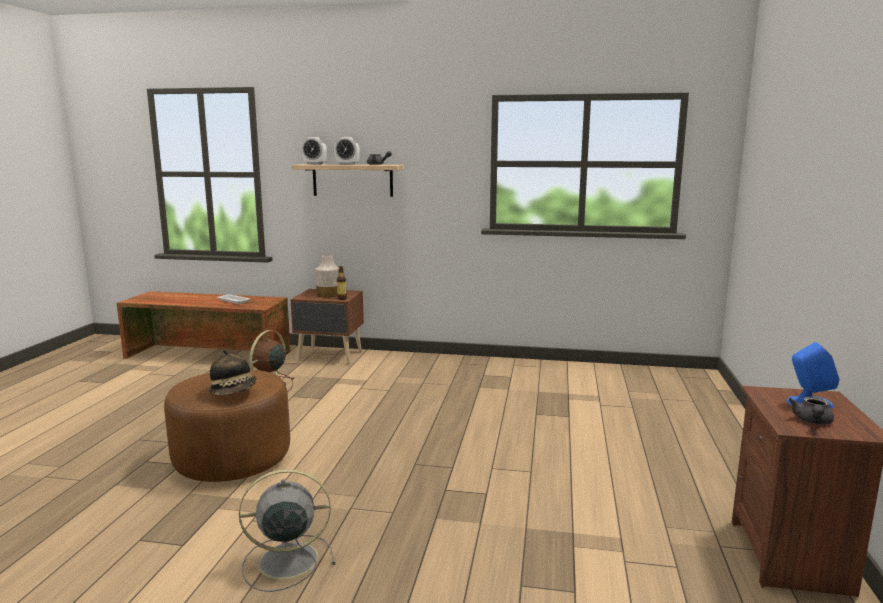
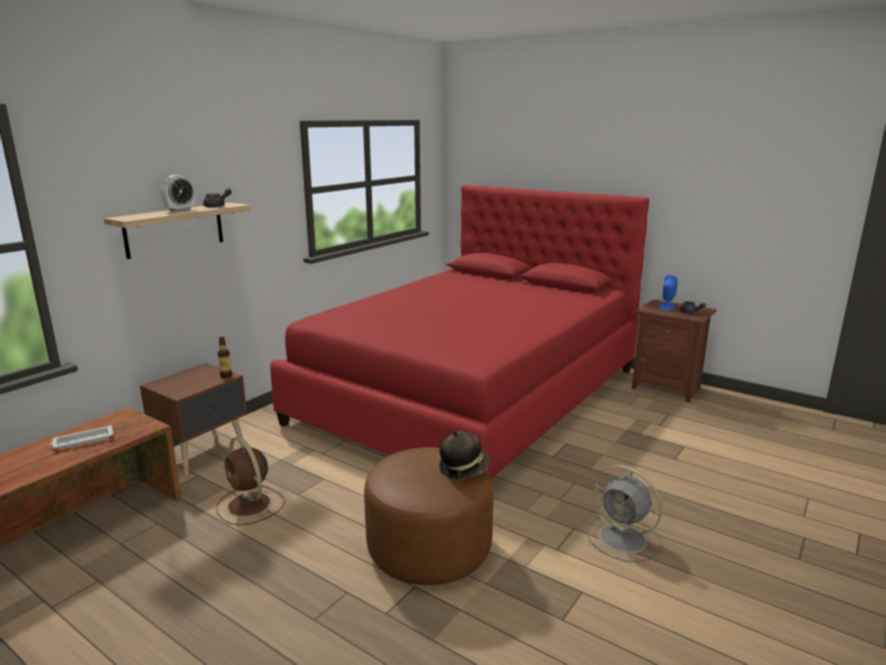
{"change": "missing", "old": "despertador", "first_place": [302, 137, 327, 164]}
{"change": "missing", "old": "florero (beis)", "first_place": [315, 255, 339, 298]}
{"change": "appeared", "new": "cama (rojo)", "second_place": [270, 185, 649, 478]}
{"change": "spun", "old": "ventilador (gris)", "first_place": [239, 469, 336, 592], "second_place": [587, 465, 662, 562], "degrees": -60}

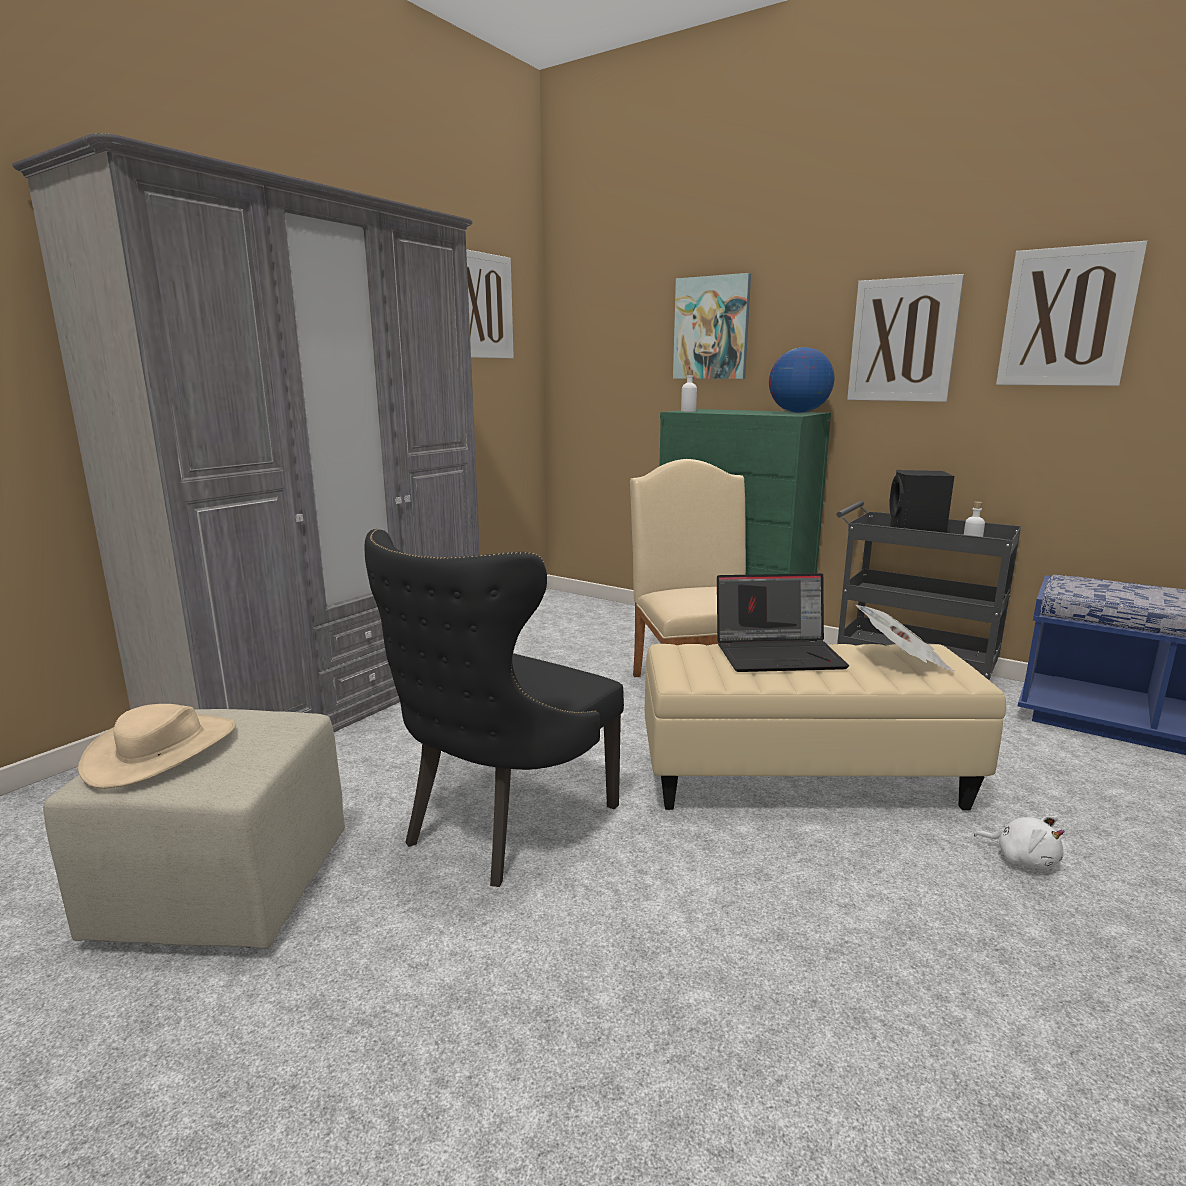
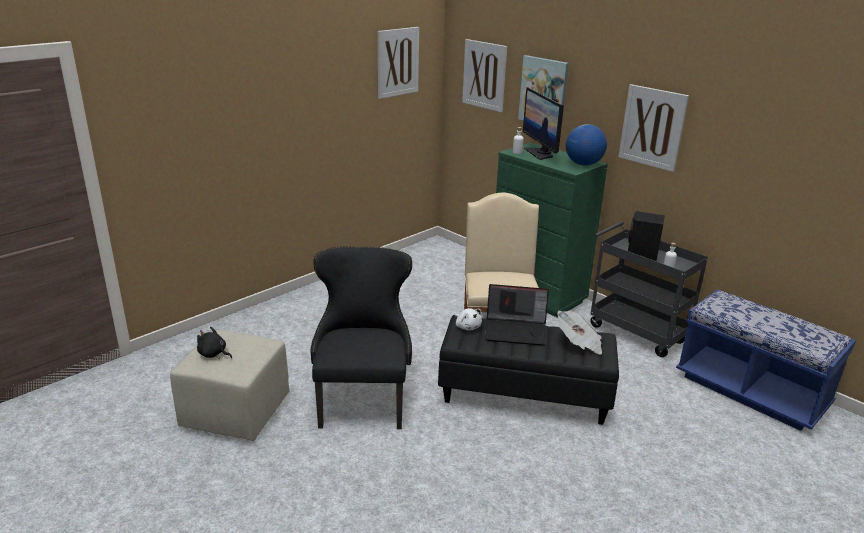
{"change": "missing", "old": "armario ropero (gris)", "first_place": [12, 133, 480, 732]}
{"change": "appeared", "new": "monitor", "second_place": [523, 87, 564, 160]}
{"change": "relocated", "old": "peluche (blanco)", "first_place": [974, 816, 1065, 869], "second_place": [455, 308, 482, 330]}
{"change": "relocated", "old": "cuadro", "first_place": [996, 241, 1147, 386], "second_place": [462, 39, 507, 112]}
{"change": "exchanged", "old": "sombrero (beis)", "new": "peluche (negro)", "first_place": [78, 704, 236, 789], "second_place": [197, 327, 232, 359]}
{"change": "colour", "old": "puf (beis)", "new": "puf (negro)", "first_place": [645, 644, 1006, 811], "second_place": [438, 315, 619, 425]}
{"change": "spun", "old": "silla (negro)", "first_place": [365, 529, 624, 887], "second_place": [311, 246, 412, 429], "degrees": 135}

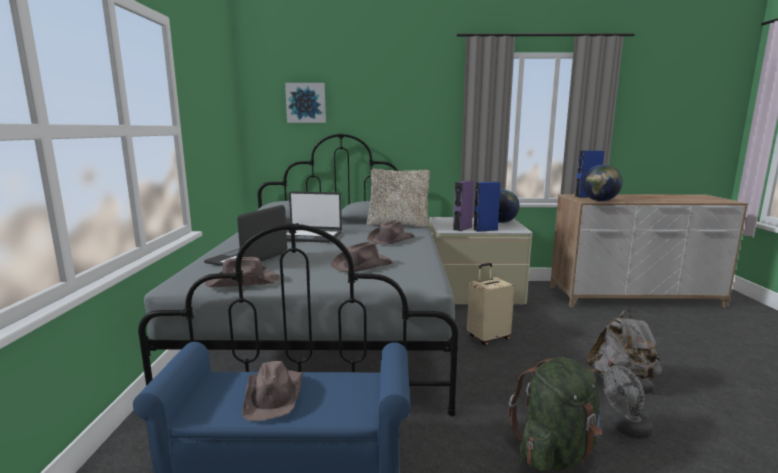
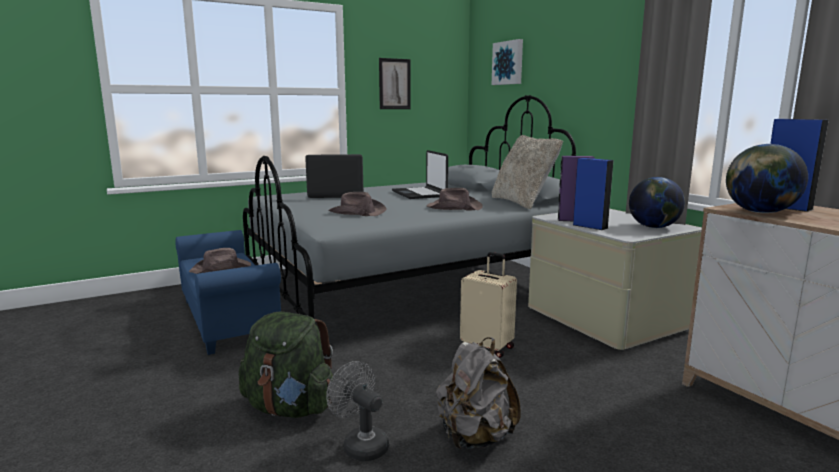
{"change": "missing", "old": "sombrero (marrón)", "first_place": [205, 257, 279, 287]}
{"change": "appeared", "new": "cuadro", "second_place": [379, 58, 411, 109]}

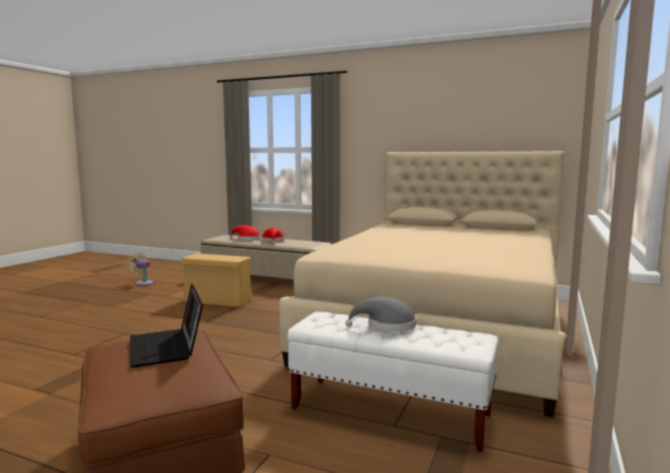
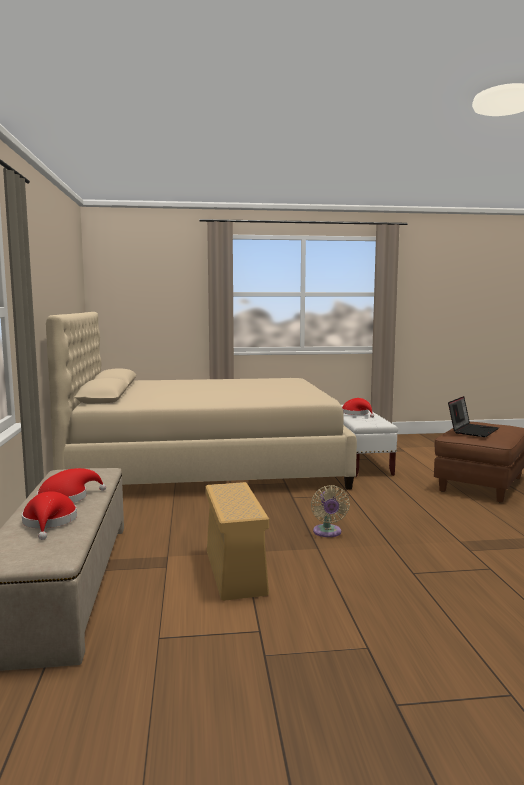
{"change": "relocated", "old": "ventilador (beis)", "first_place": [127, 252, 153, 286], "second_place": [311, 485, 350, 537]}
{"change": "colour", "old": "sombrero (gris)", "new": "sombrero (rojo)", "first_place": [345, 297, 417, 332], "second_place": [342, 398, 374, 418]}

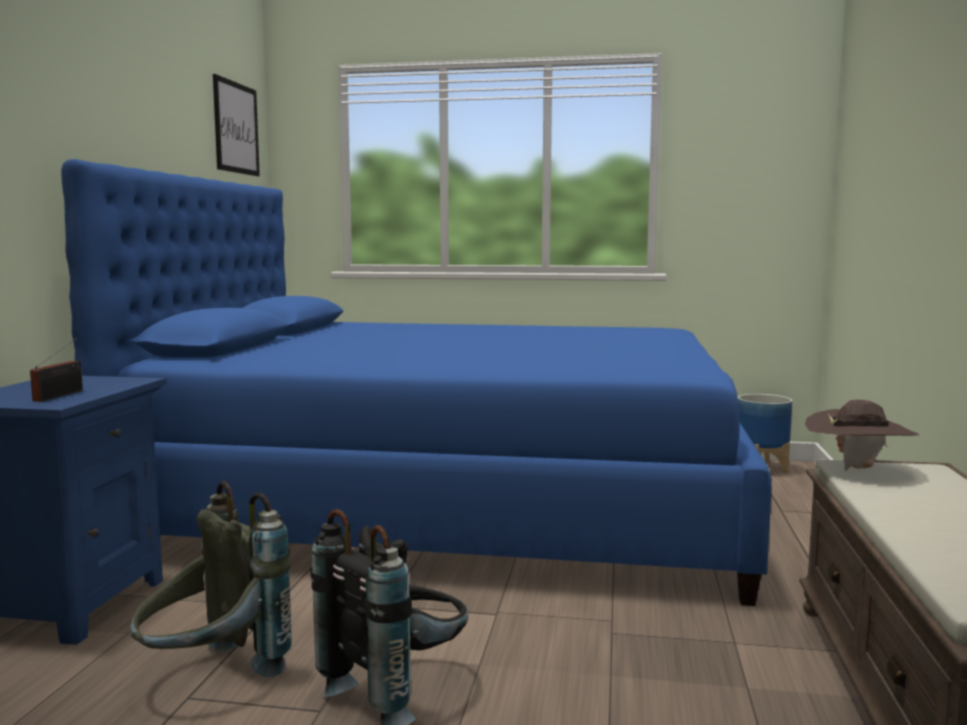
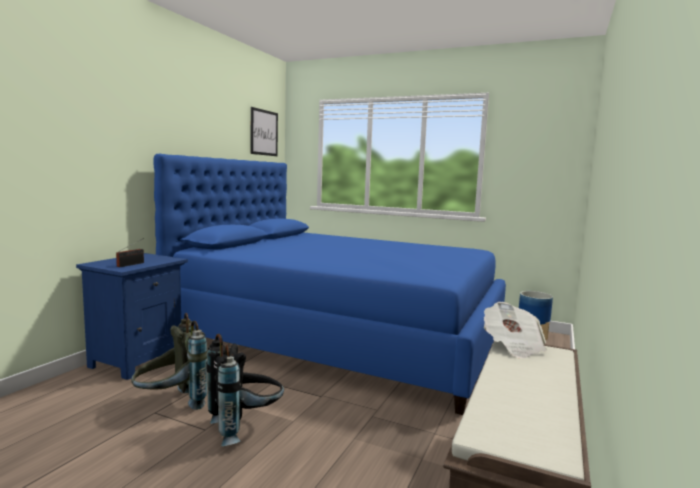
{"change": "exchanged", "old": "sombrero (marrón)", "new": "periódico", "first_place": [805, 400, 919, 471], "second_place": [484, 302, 547, 359]}

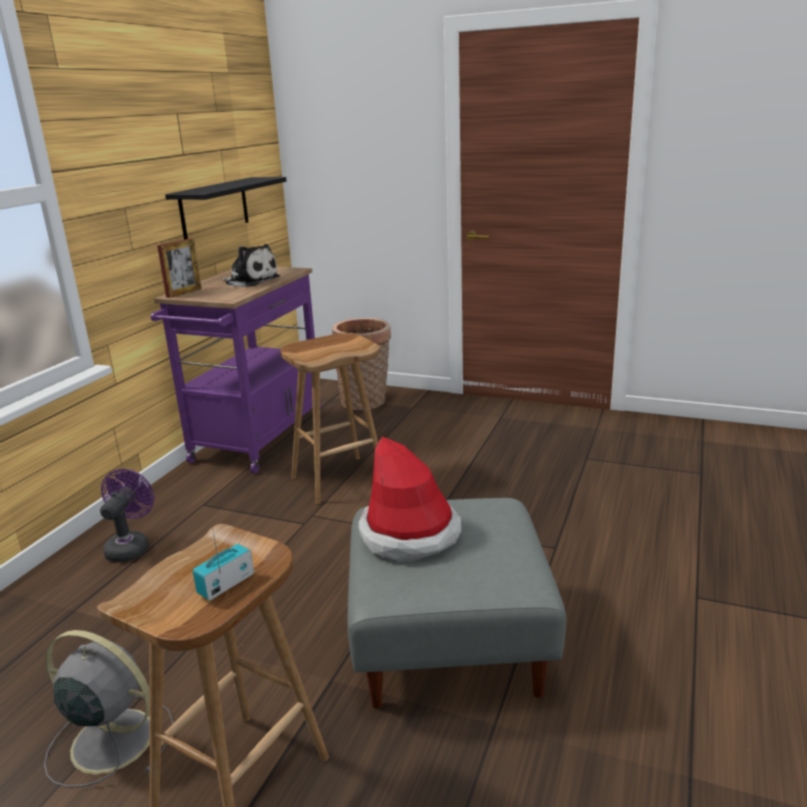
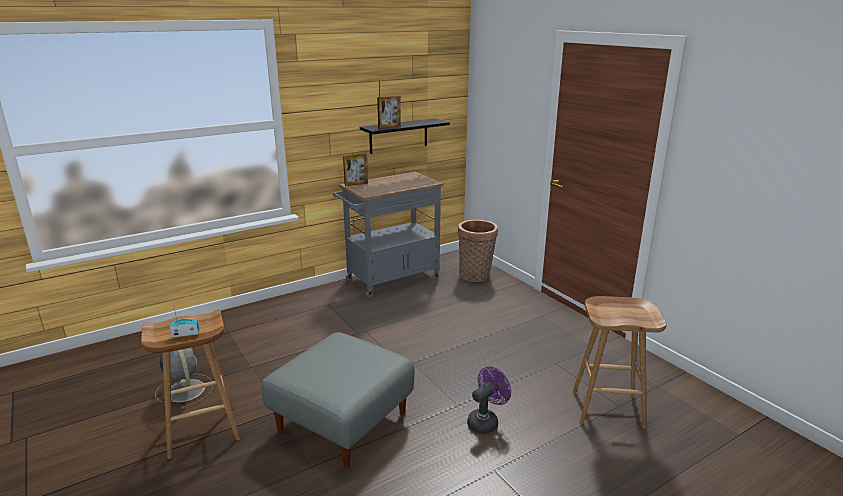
{"change": "missing", "old": "peluche", "first_place": [221, 244, 280, 287]}
{"change": "missing", "old": "sombrero", "first_place": [358, 436, 461, 562]}
{"change": "appeared", "new": "portarretratos", "second_place": [377, 96, 401, 129]}
{"change": "relocated", "old": "ventilador (morado)", "first_place": [100, 469, 154, 562], "second_place": [467, 366, 511, 434]}
{"change": "relocated", "old": "taburete (marrón)", "first_place": [280, 333, 380, 504], "second_place": [572, 296, 667, 429]}
{"change": "colour", "old": "carrito (morado)", "new": "carrito (gris)", "first_place": [151, 267, 321, 473], "second_place": [333, 172, 444, 298]}

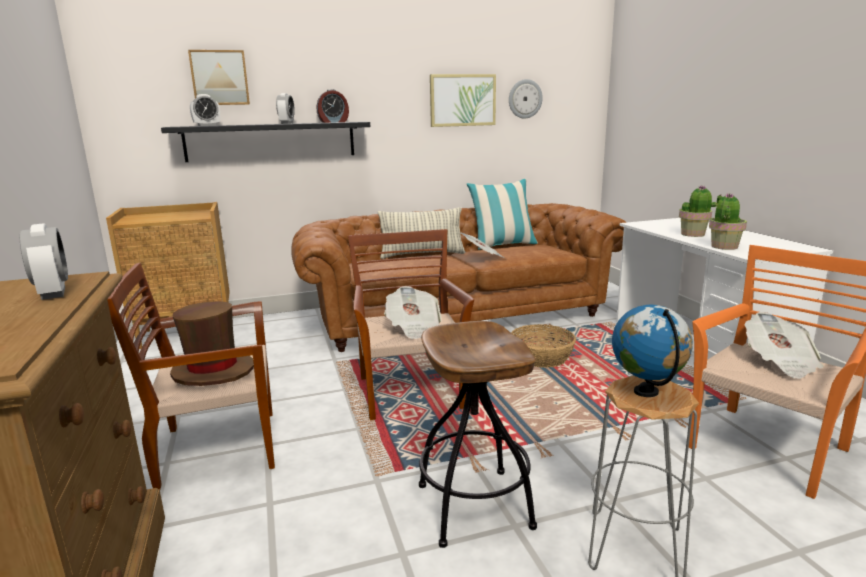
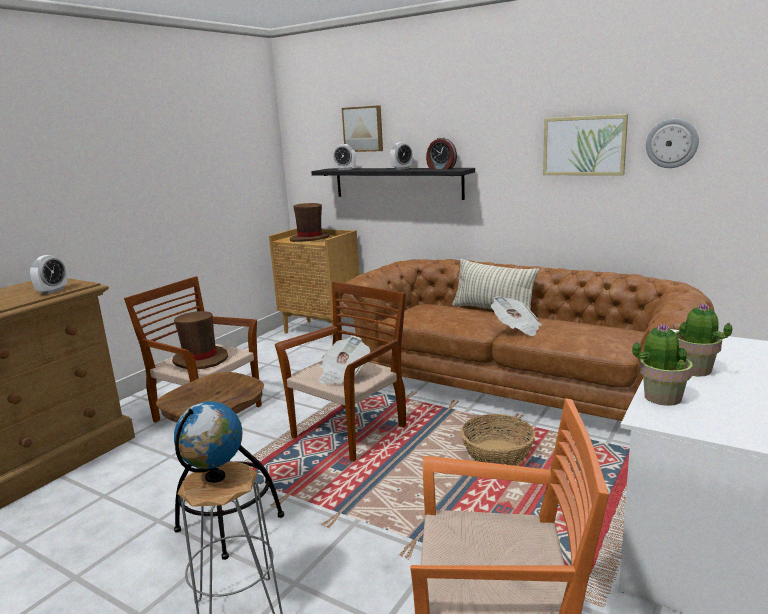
{"change": "missing", "old": "cojín", "first_place": [467, 179, 538, 250]}
{"change": "missing", "old": "periódico", "first_place": [745, 312, 824, 379]}
{"change": "appeared", "new": "sombrero (marrón)", "second_place": [290, 203, 329, 242]}

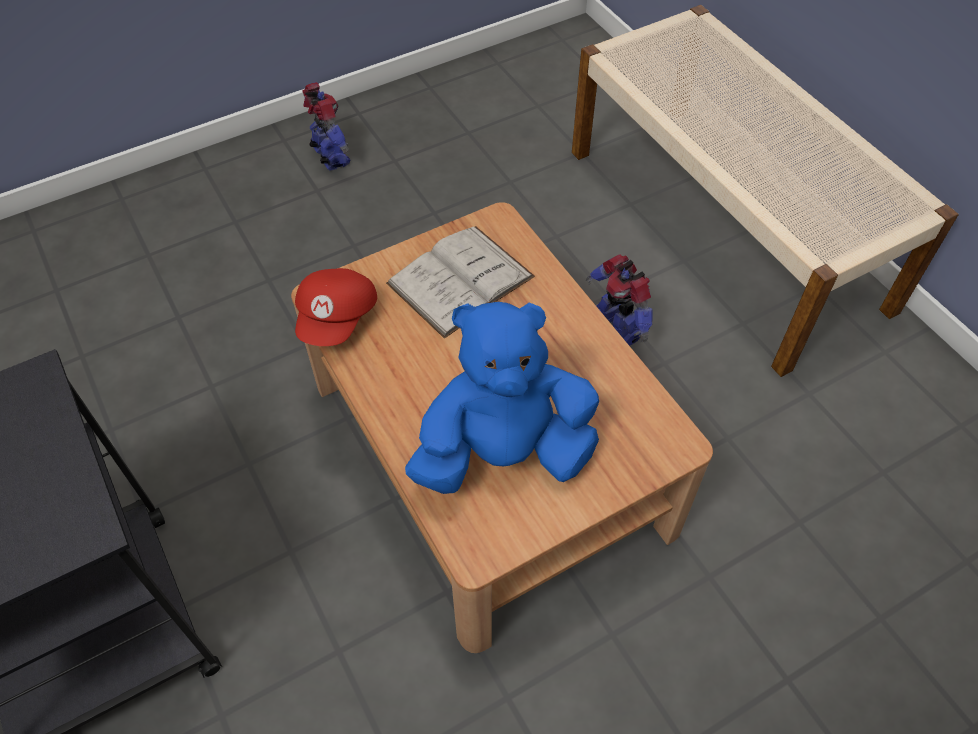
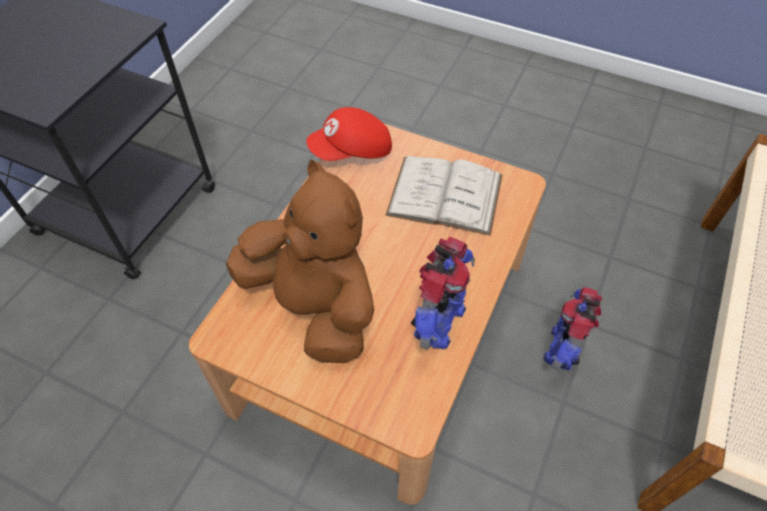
{"change": "relocated", "old": "robot de juguete", "first_place": [302, 82, 350, 171], "second_place": [411, 237, 475, 351]}
{"change": "colour", "old": "peluche (azul)", "new": "peluche (marrón)", "first_place": [405, 302, 599, 494], "second_place": [226, 160, 374, 363]}

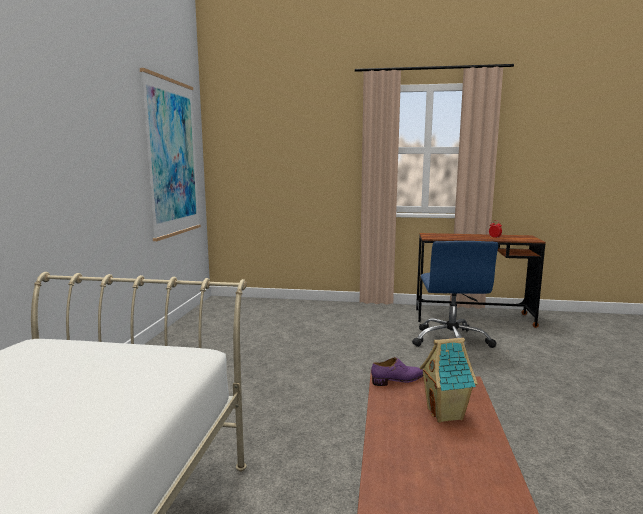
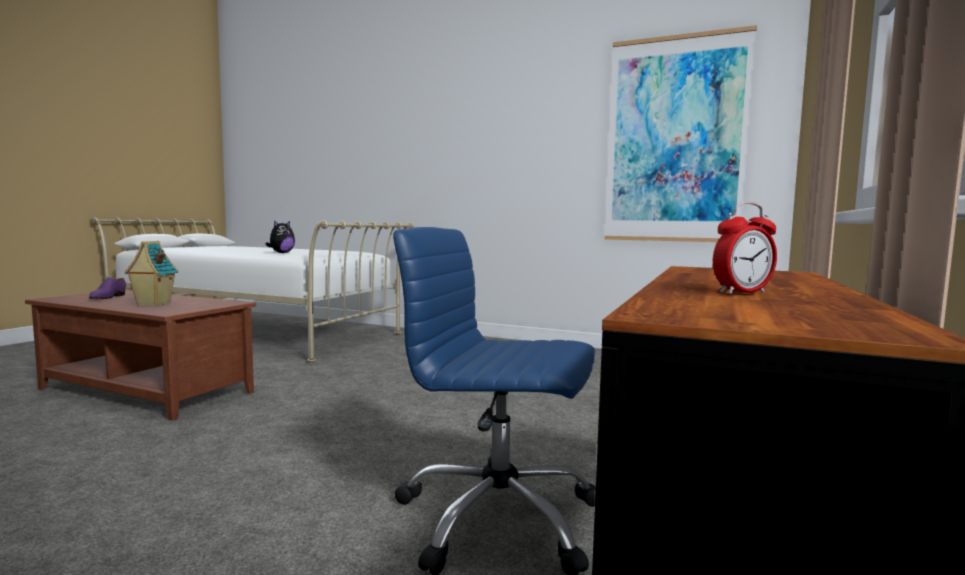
{"change": "appeared", "new": "peluche", "second_place": [265, 221, 295, 253]}
{"change": "relocated", "old": "zapato (morado)", "first_place": [371, 357, 423, 386], "second_place": [89, 278, 126, 299]}

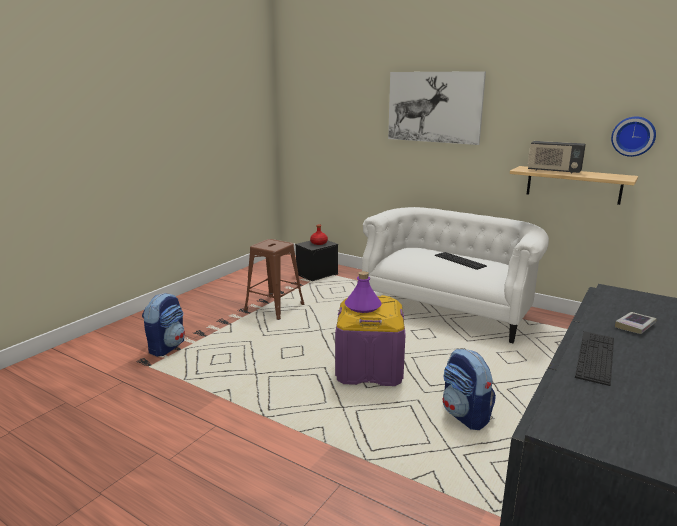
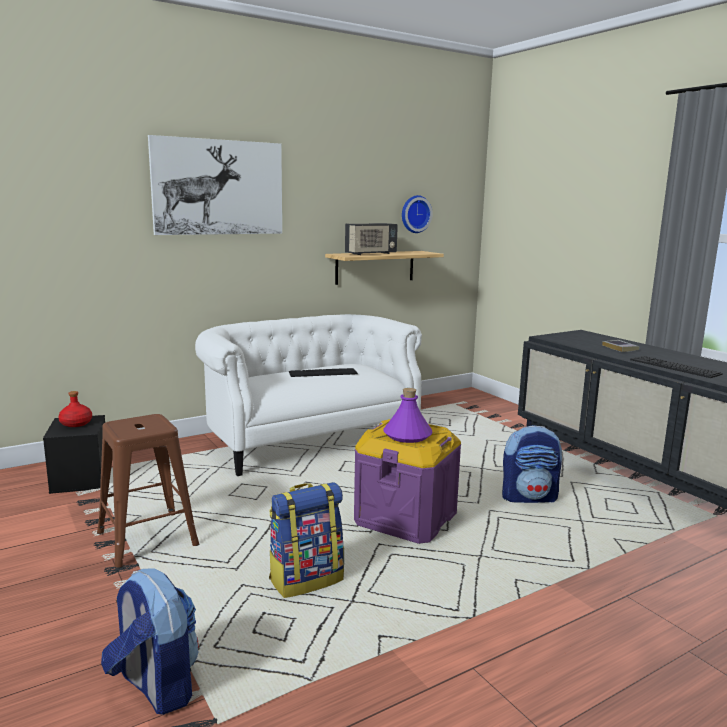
{"change": "appeared", "new": "mochila", "second_place": [269, 482, 344, 598]}

